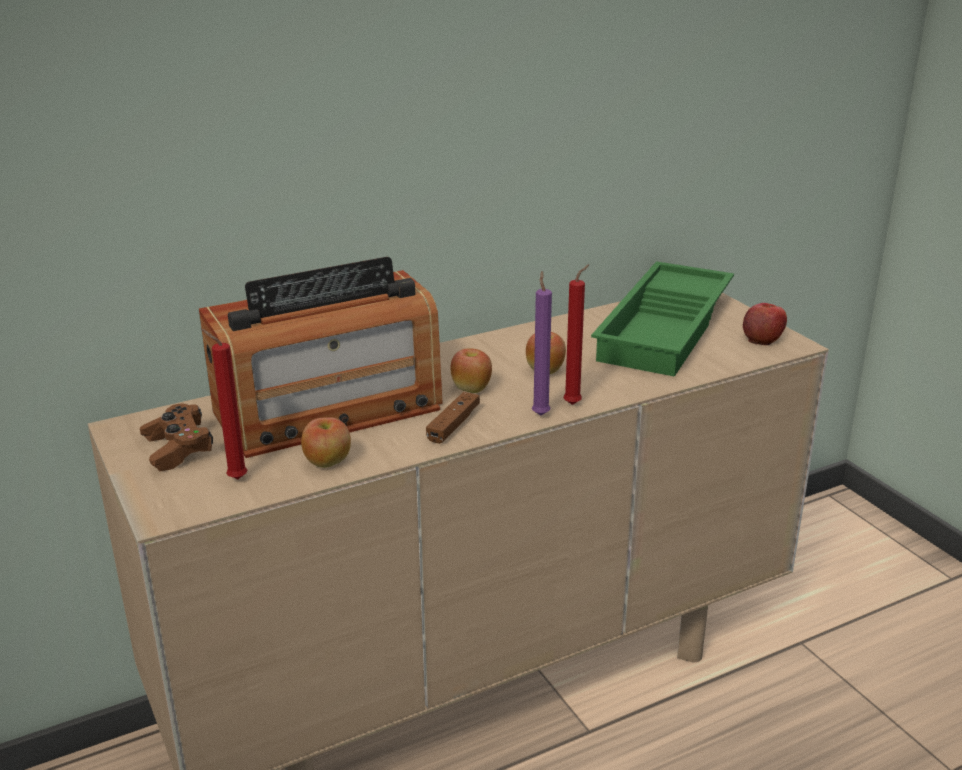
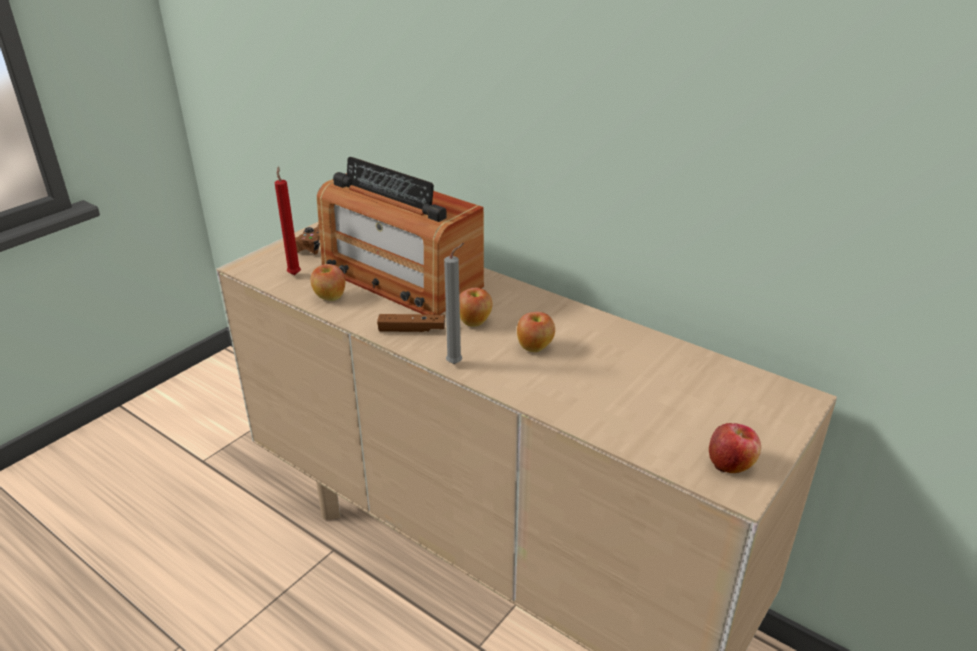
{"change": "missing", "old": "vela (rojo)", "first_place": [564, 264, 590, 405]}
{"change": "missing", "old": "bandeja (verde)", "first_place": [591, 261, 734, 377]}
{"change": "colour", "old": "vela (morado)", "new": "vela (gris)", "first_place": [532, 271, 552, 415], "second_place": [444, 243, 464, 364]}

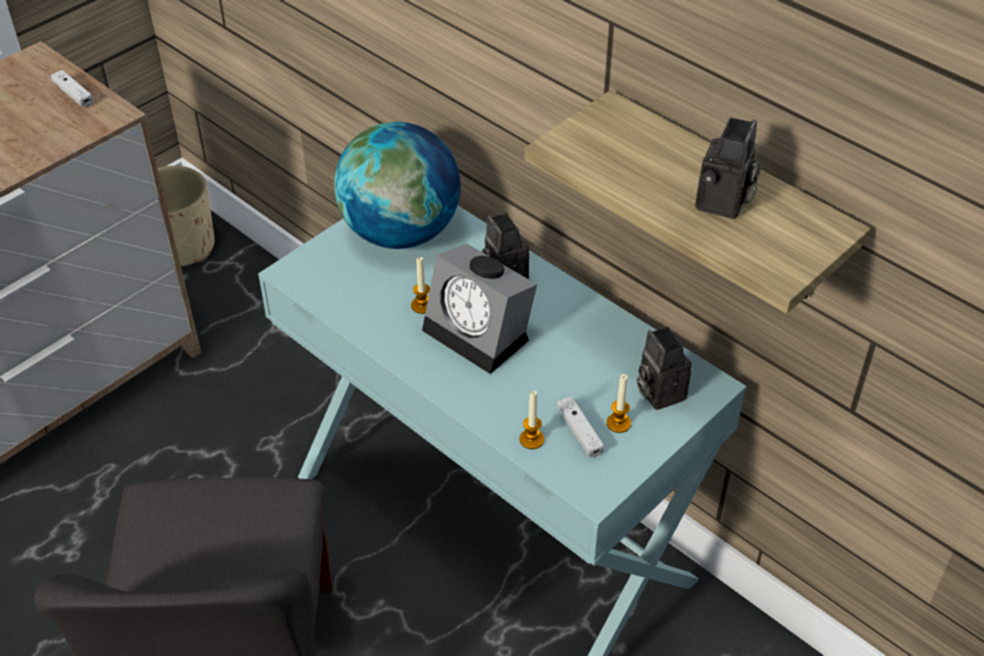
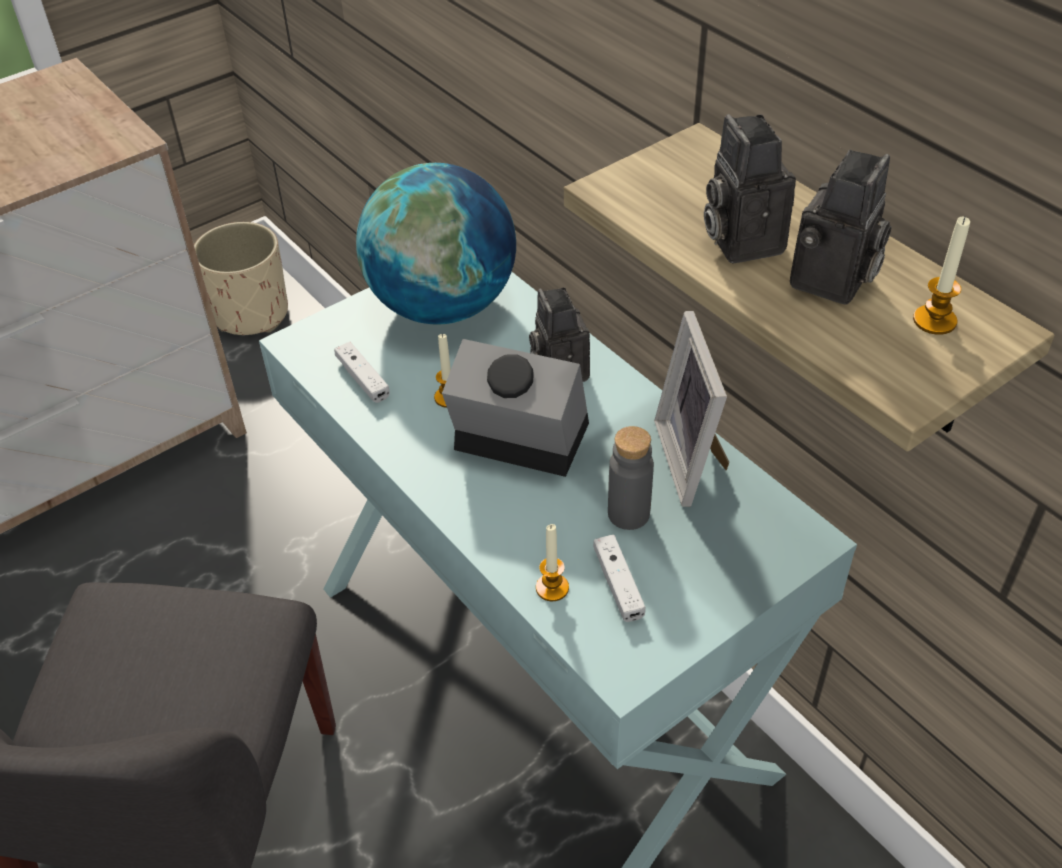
{"change": "appeared", "new": "botella (gris)", "second_place": [608, 426, 654, 530]}
{"change": "appeared", "new": "portarretratos", "second_place": [654, 311, 730, 507]}
{"change": "relocated", "old": "mando de consola (blanco)", "first_place": [51, 70, 93, 107], "second_place": [334, 342, 390, 403]}
{"change": "relocated", "old": "vela", "first_place": [607, 374, 631, 433], "second_place": [913, 217, 970, 335]}
{"change": "relocated", "old": "cámara", "first_place": [636, 327, 691, 410], "second_place": [704, 114, 796, 263]}
{"change": "spun", "old": "despertador", "first_place": [422, 243, 537, 374], "second_place": [442, 339, 589, 477], "degrees": 150}

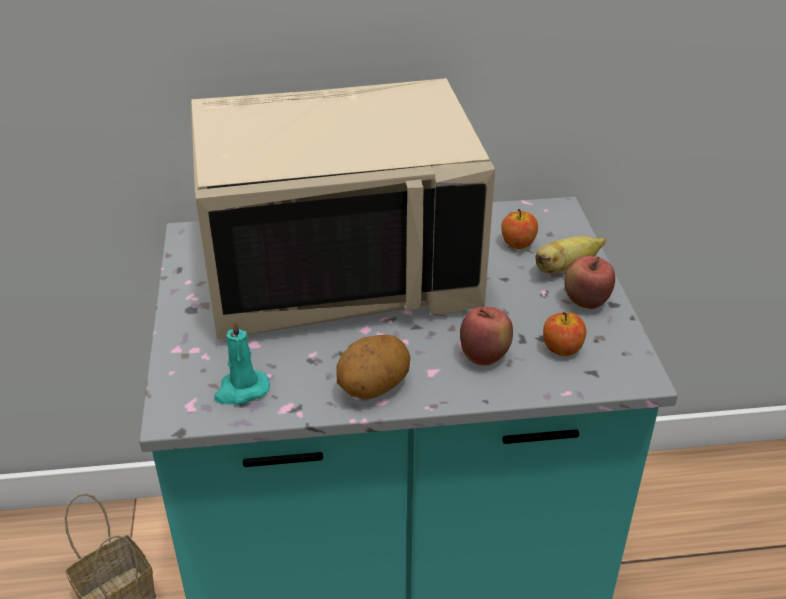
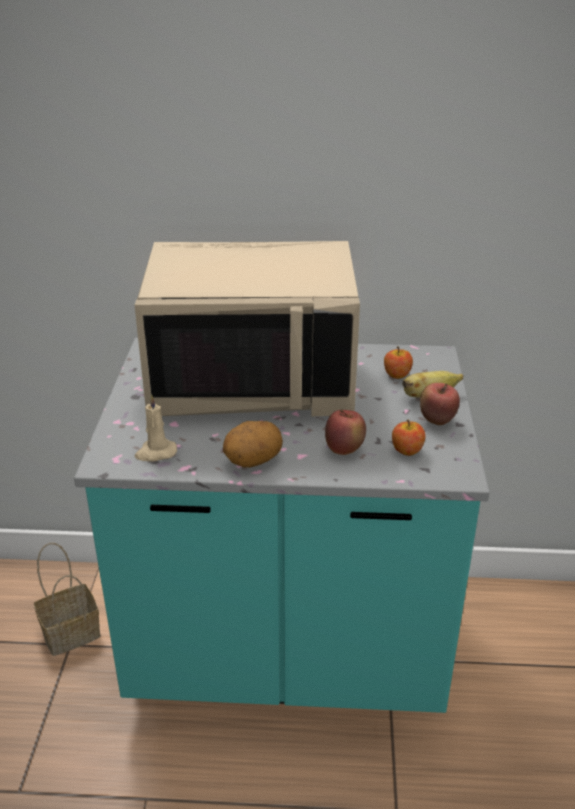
{"change": "colour", "old": "vela (turquesa)", "new": "vela (beis)", "first_place": [214, 318, 270, 405], "second_place": [135, 394, 177, 462]}

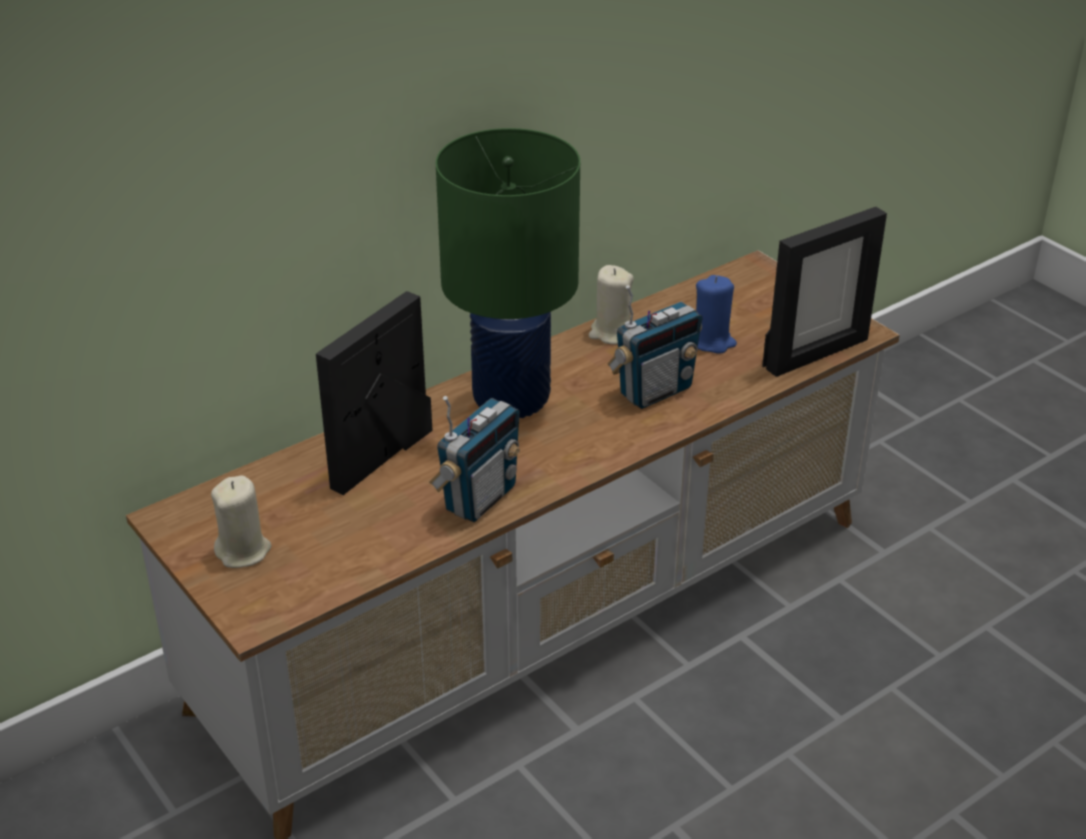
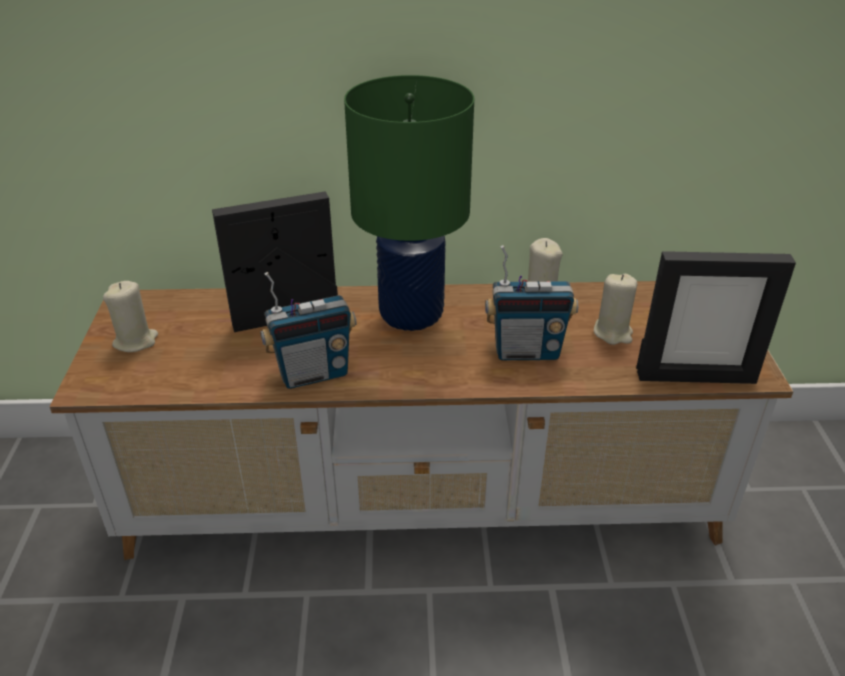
{"change": "colour", "old": "vela (azul)", "new": "vela (beis)", "first_place": [696, 275, 737, 354], "second_place": [594, 274, 638, 345]}

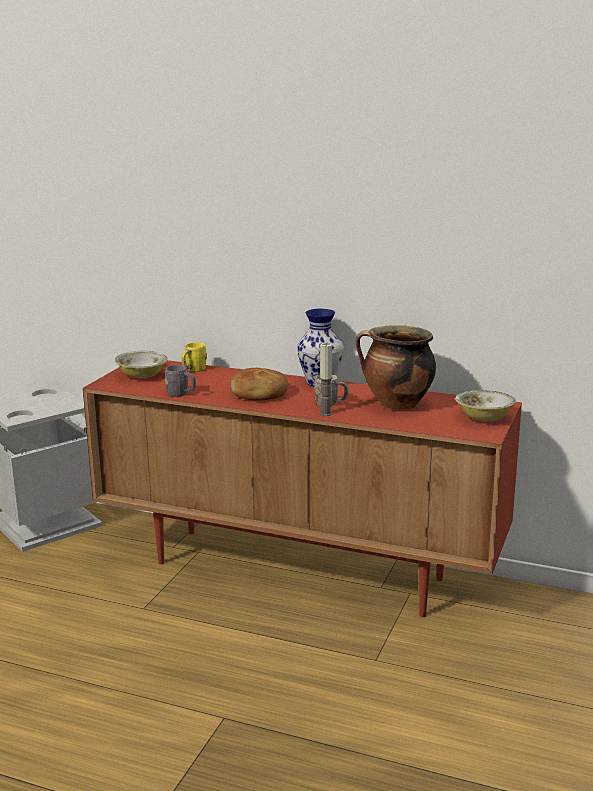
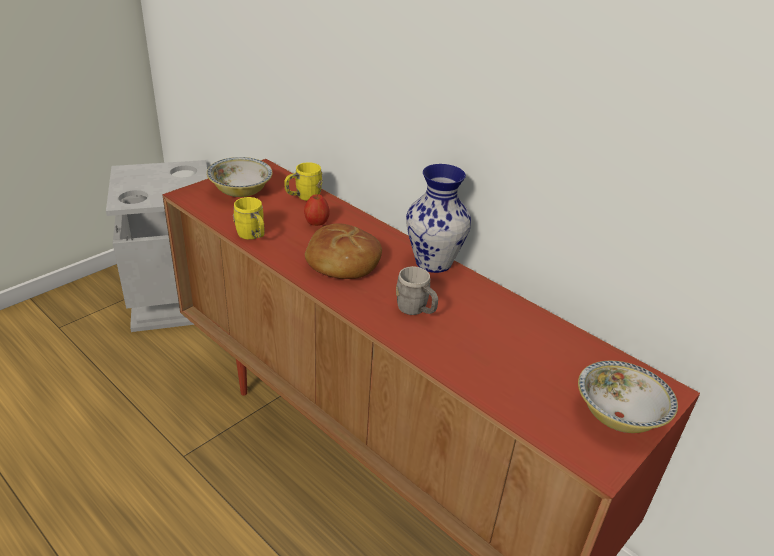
{"change": "missing", "old": "vela", "first_place": [319, 343, 332, 416]}
{"change": "missing", "old": "olla", "first_place": [356, 325, 436, 410]}
{"change": "appeared", "new": "manzana", "second_place": [304, 195, 330, 226]}
{"change": "colour", "old": "taza grande (gris)", "new": "taza grande (amarillo)", "first_place": [165, 365, 196, 397], "second_place": [233, 197, 265, 240]}

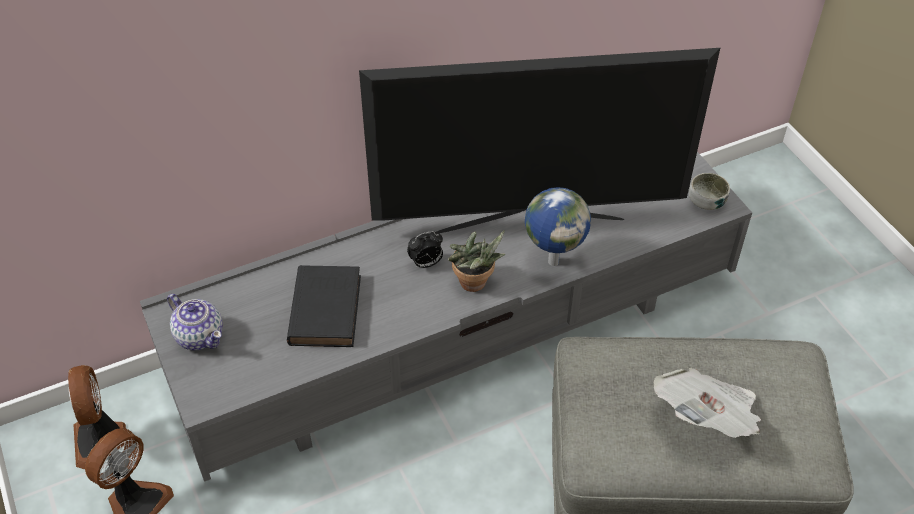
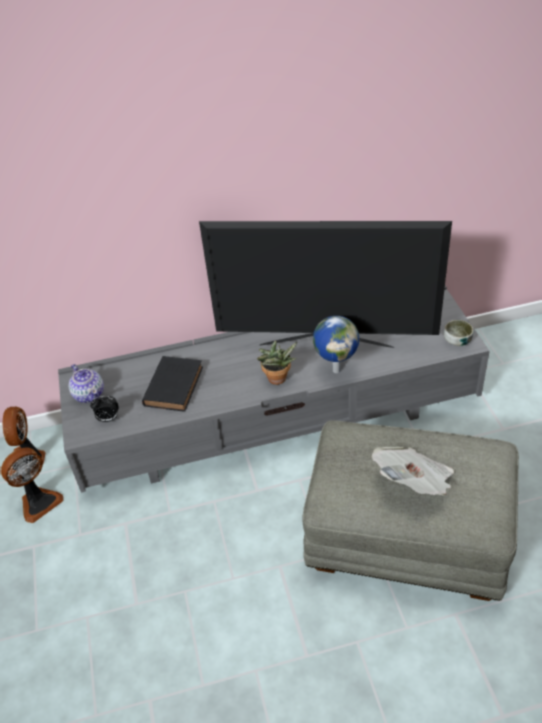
{"change": "relocated", "old": "despertador", "first_place": [407, 231, 443, 268], "second_place": [90, 396, 118, 422]}

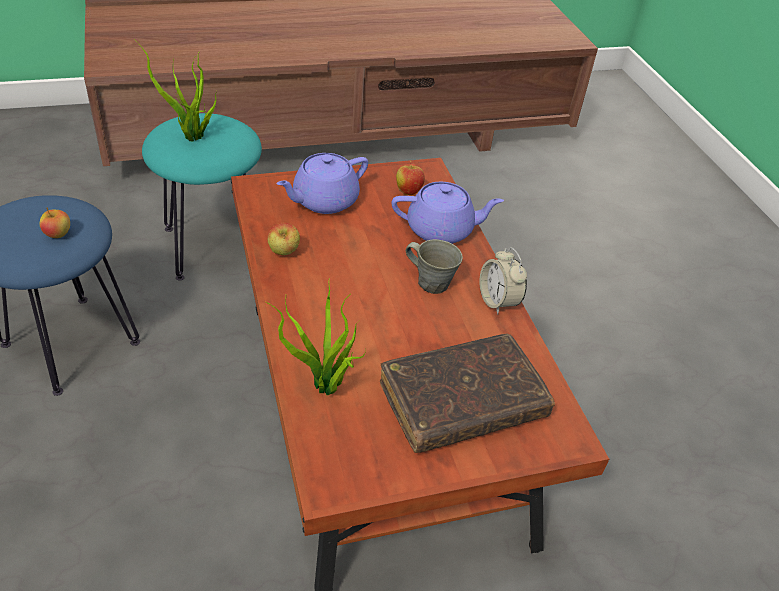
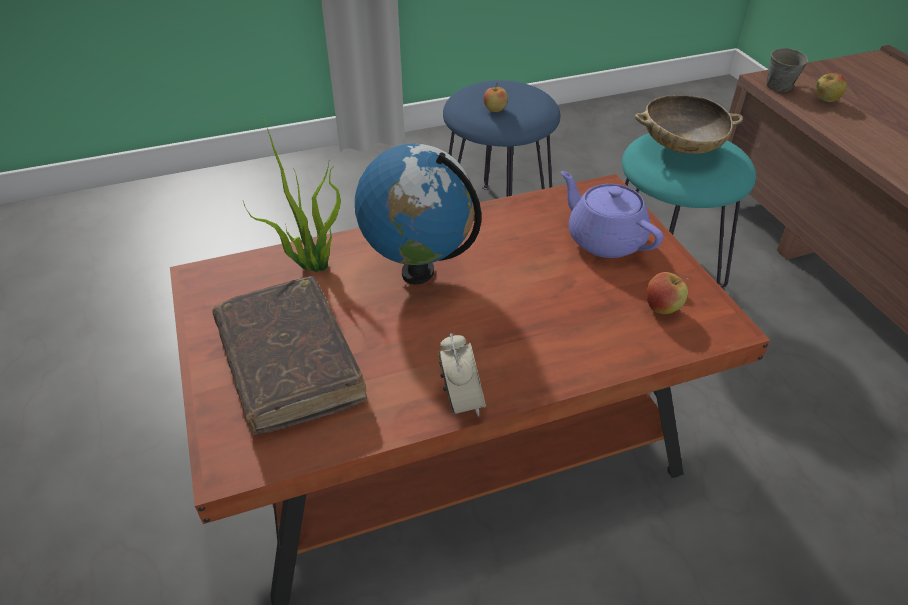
{"change": "missing", "old": "tetera (morado)", "first_place": [392, 182, 504, 244]}
{"change": "appeared", "new": "globo terráqueo", "second_place": [355, 143, 481, 285]}
{"change": "relocated", "old": "manzana", "first_place": [268, 223, 300, 255], "second_place": [816, 73, 847, 102]}
{"change": "relocated", "old": "taza grande (gris)", "first_place": [406, 239, 463, 294], "second_place": [767, 48, 808, 92]}
{"change": "exchanged", "old": "planta en maceta", "new": "cuenco (beis)", "first_place": [134, 39, 217, 141], "second_place": [635, 95, 743, 154]}
{"change": "spun", "old": "despertador", "first_place": [479, 247, 527, 314], "second_place": [439, 333, 486, 417], "degrees": 105}

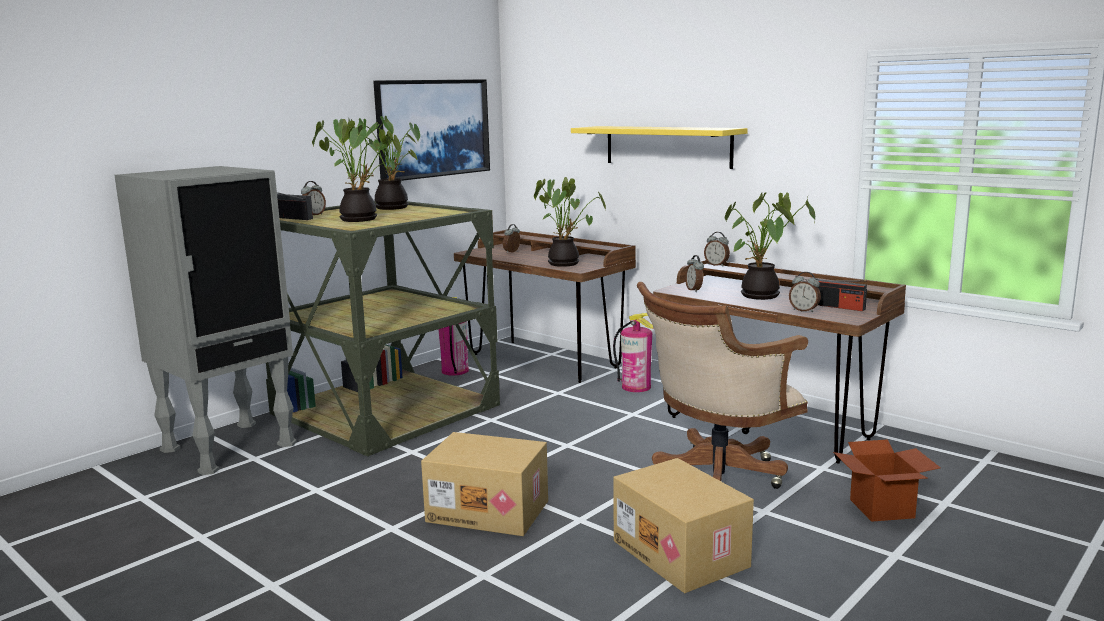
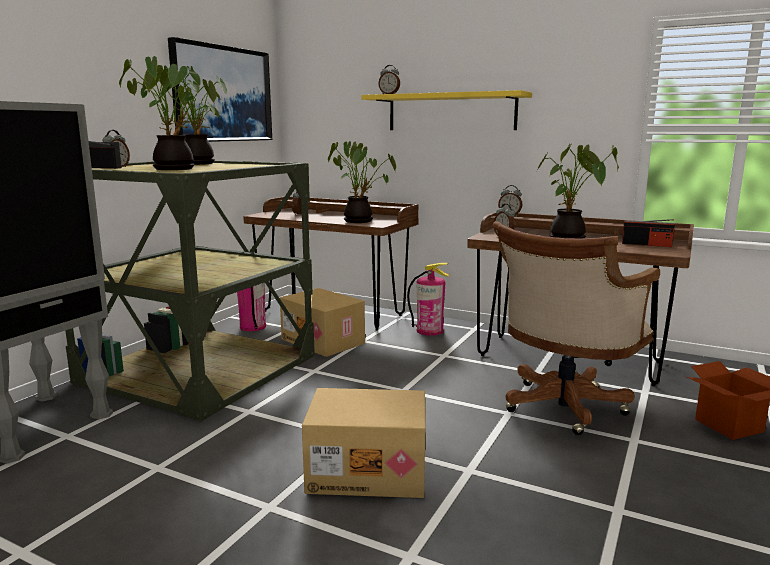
{"change": "relocated", "old": "caja de cartón", "first_place": [613, 458, 754, 593], "second_place": [280, 288, 365, 357]}
{"change": "relocated", "old": "despertador", "first_place": [789, 272, 821, 312], "second_place": [378, 65, 400, 94]}

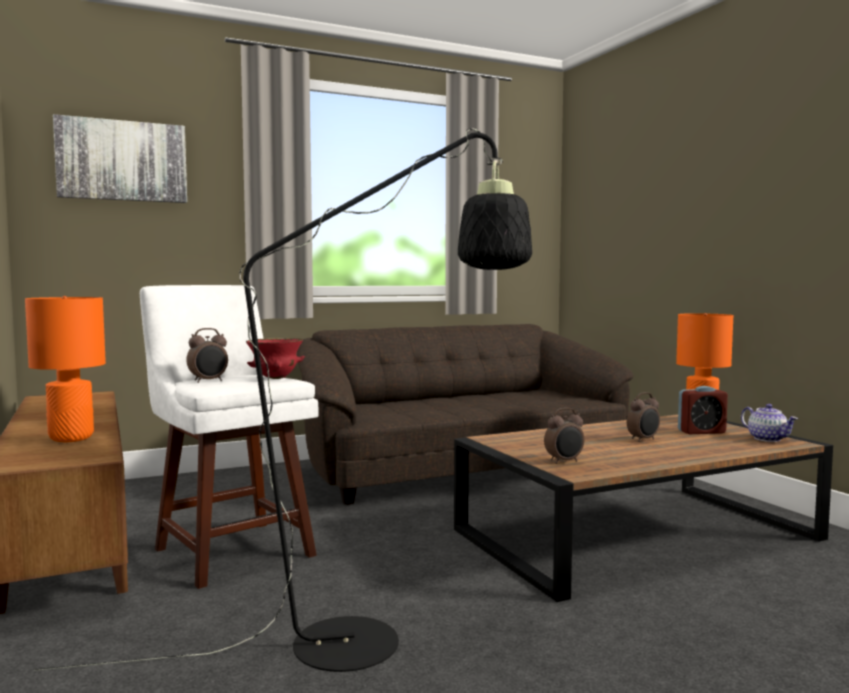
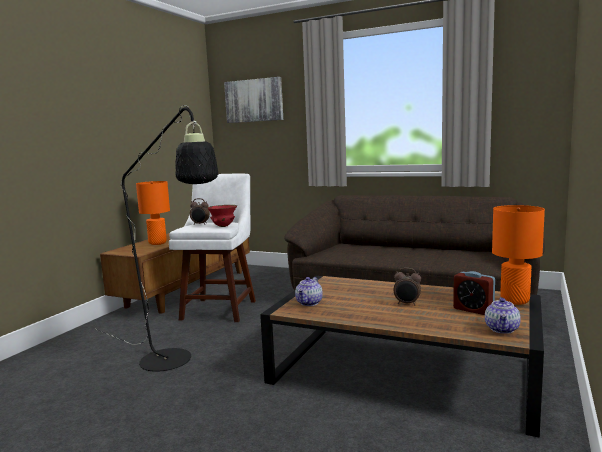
{"change": "exchanged", "old": "despertador", "new": "tetera", "first_place": [544, 408, 584, 464], "second_place": [295, 277, 323, 306]}

